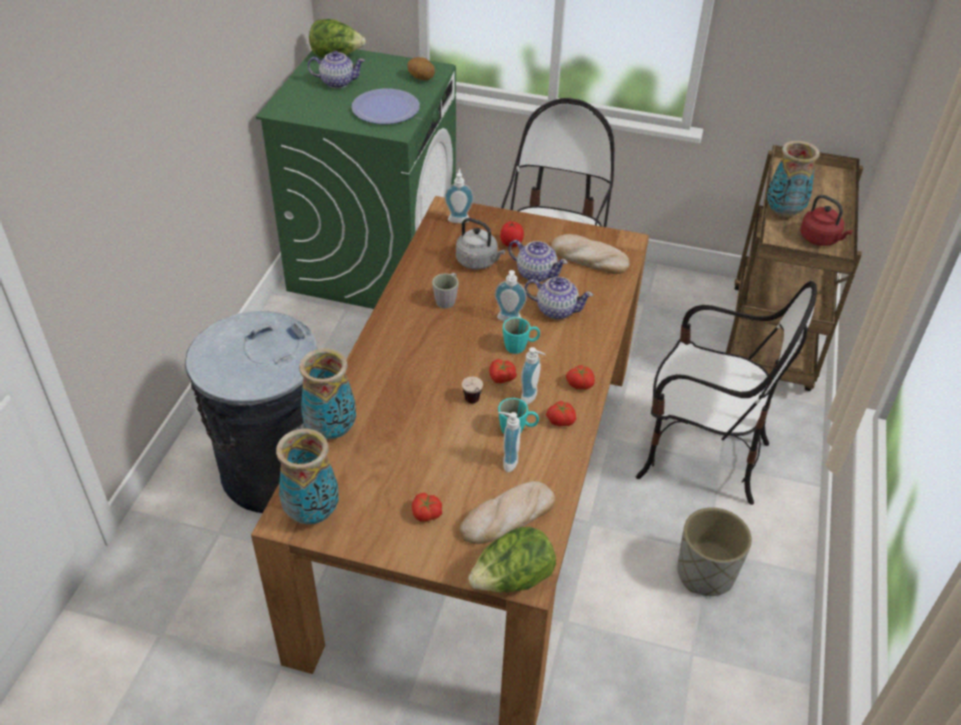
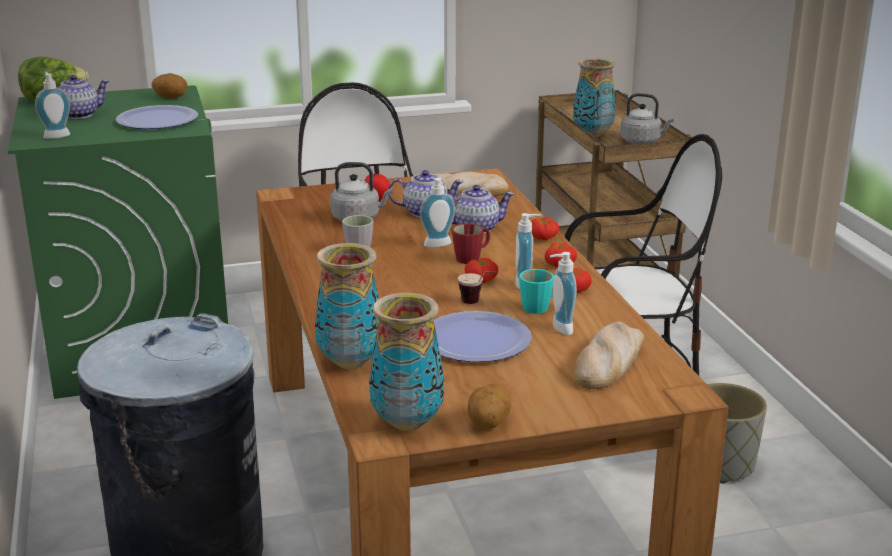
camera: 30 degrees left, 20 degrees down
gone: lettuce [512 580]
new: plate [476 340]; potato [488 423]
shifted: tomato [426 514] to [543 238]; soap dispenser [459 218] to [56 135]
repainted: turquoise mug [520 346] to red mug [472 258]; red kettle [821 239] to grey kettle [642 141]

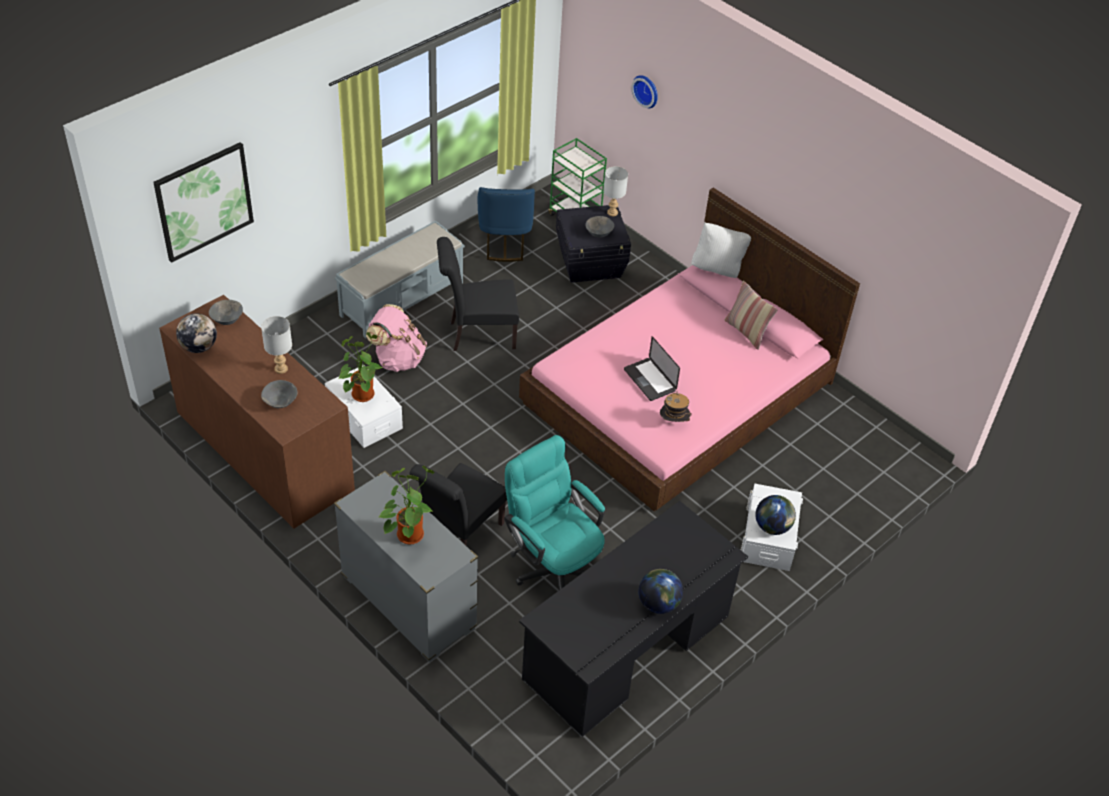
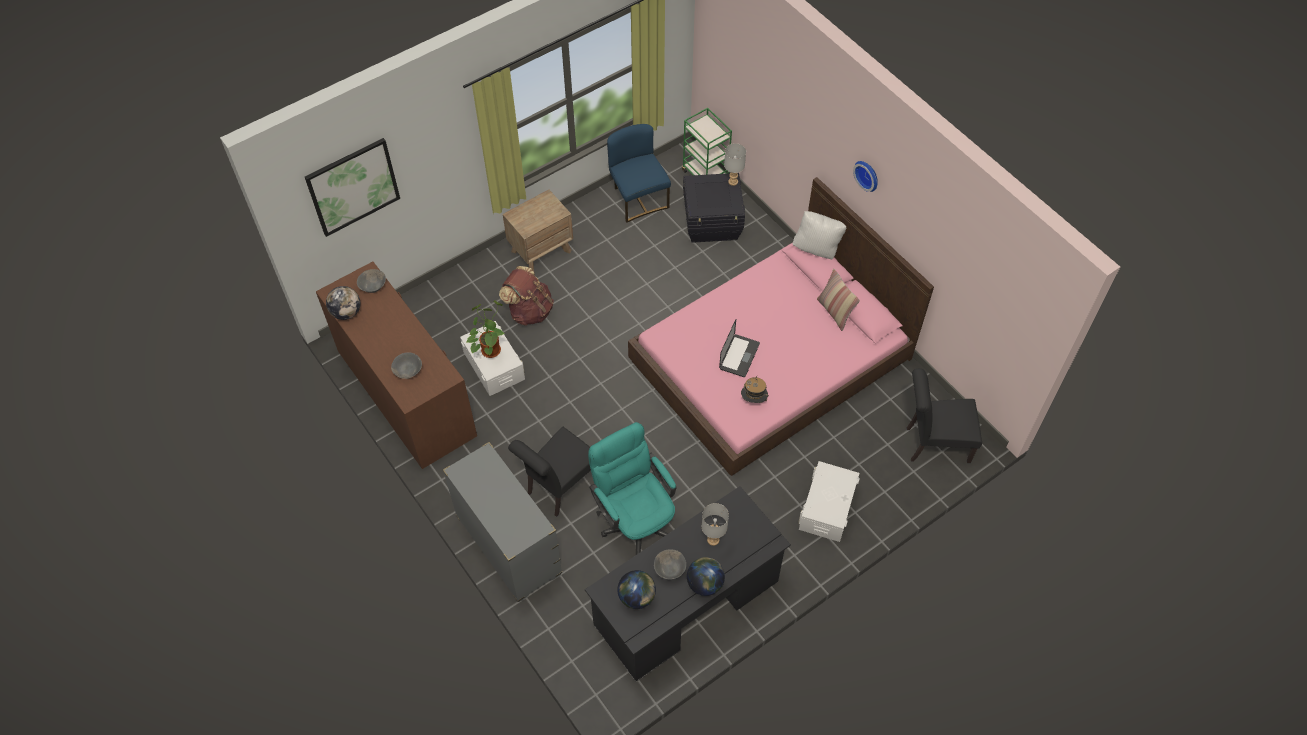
camera: 10 degrees right, 10 degrees up
gone: potted plant [409 532]
shifted: grey table lamp [280 369] to [712 540]; black chair [477 335] to [933 444]; grey bowl [599 233] to [670 569]; wall clock [647 90] to [868 175]; globe [772 527] to [637 597]
swapped: grey bench [402 298] to brown nightstand [541 250]
repainted: pink backpack [398 359] to brown backpack [529 311]
rotated: blue chair [504 243] = [638 198] 150 degrees clockwise; laptop [649 380] = [739 356] 135 degrees counterclockwise

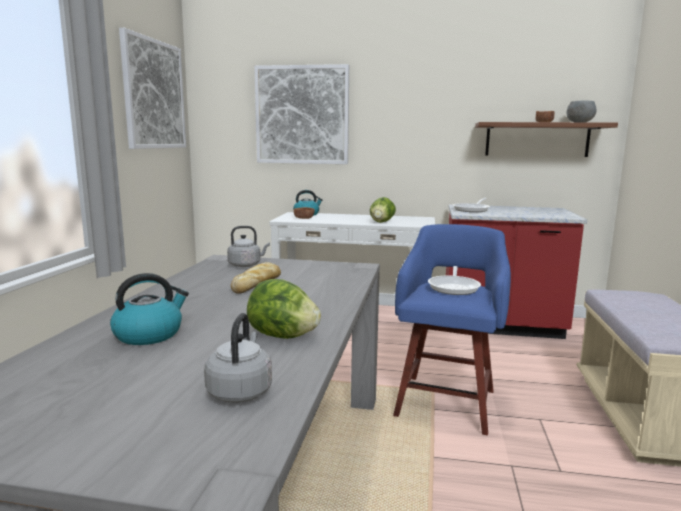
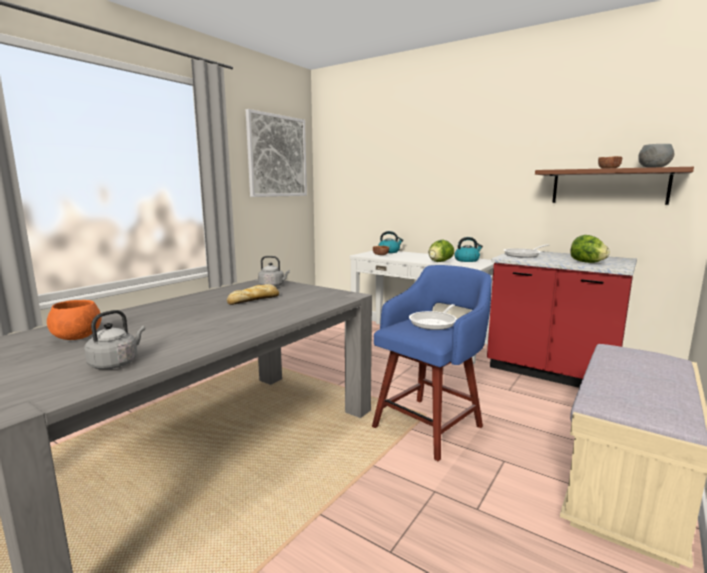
camera: 25 degrees right, 0 degrees up
gone: picture [302 115]
new: orange bowl [77 337]
shifted: kettle [149 334] to [467 260]; lettuce [282 336] to [587 262]

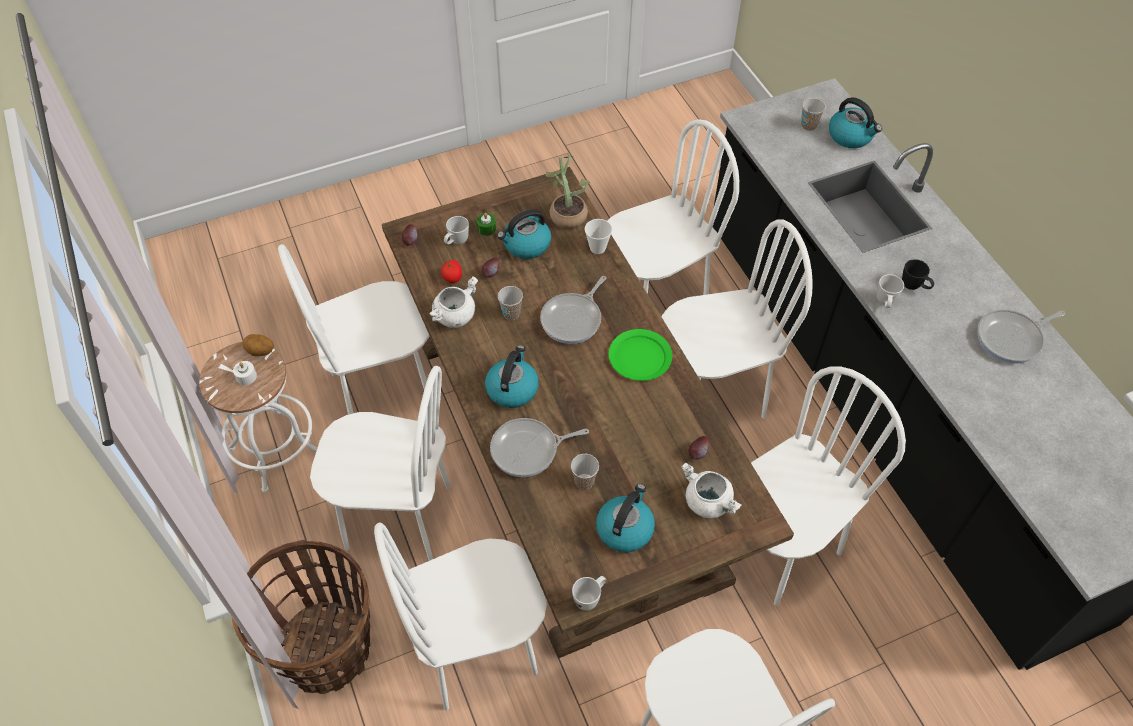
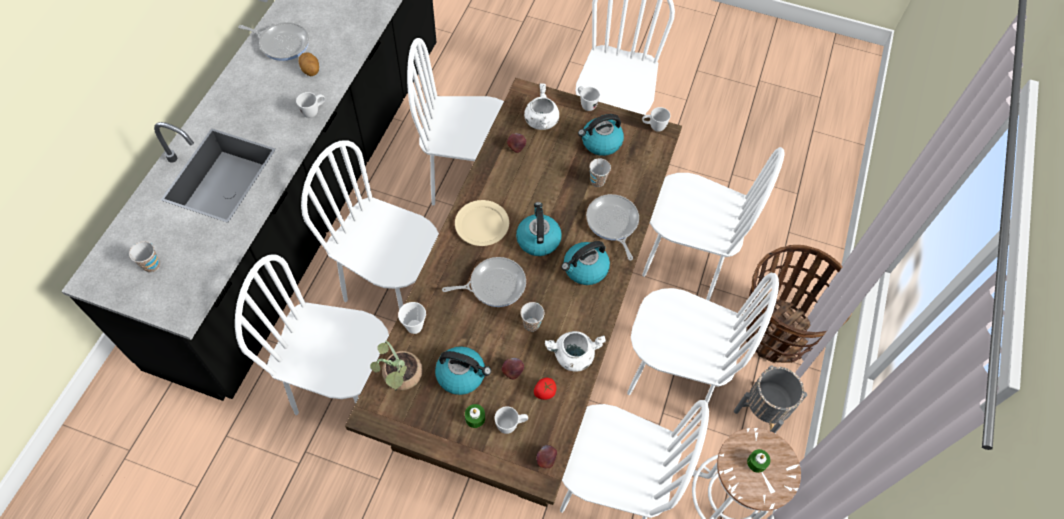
camera: 140 degrees left, 5 degrees up
gone: black mug [914 287]
new: white mug [586 104]; grey planter [763 411]
shifted: potato [260 352] to [311 70]; kettle [851 136] to [538 239]
repainted: white candle [246 376] to green candle [757 462]; green plate [639 356] to beige plate [482 225]
rotated: white chair [398 518] = [673 376] 150 degrees clockwise; frying pan [528 450] = [612 223] 135 degrees counterclockwise

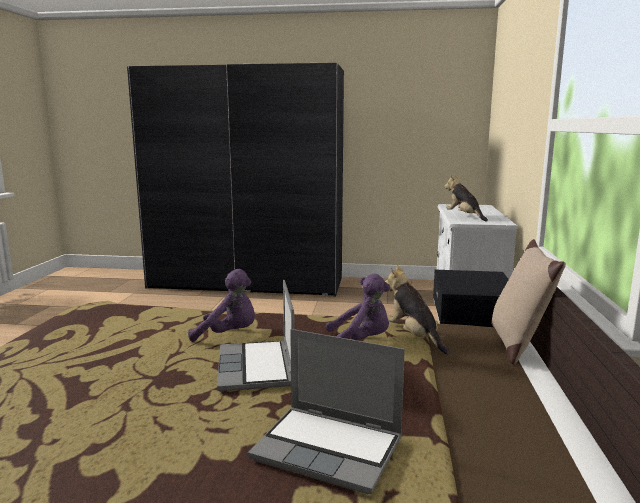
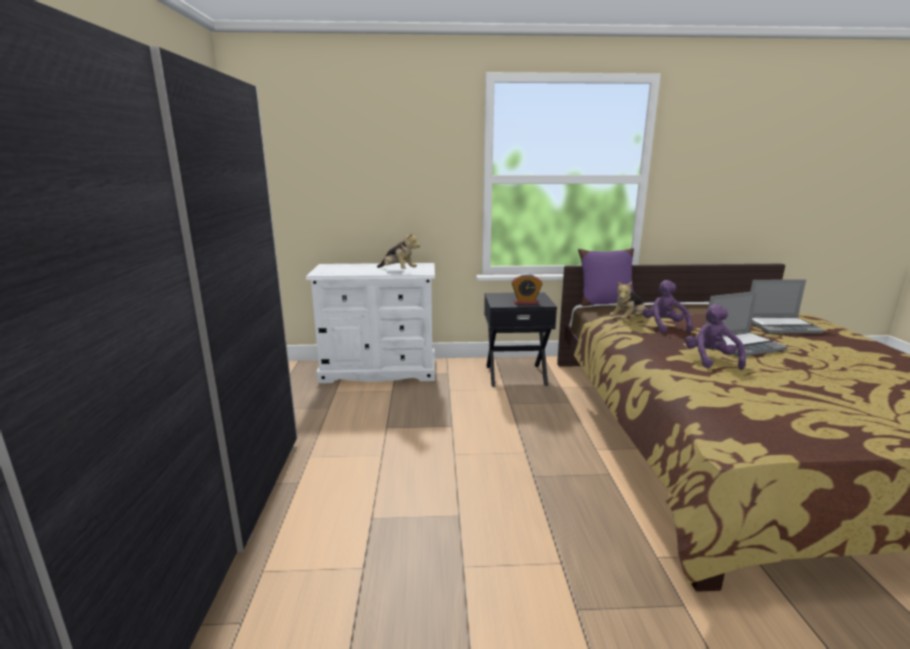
camera: 100 degrees left, 5 degrees up
new: alarm clock [526 302]
repainted: beige pillow [517 343] to purple pillow [604 304]
rotated: laptop [330 449] = [782 326] 75 degrees clockwise; plush toy [464 217] = [398 271] 105 degrees counterclockwise

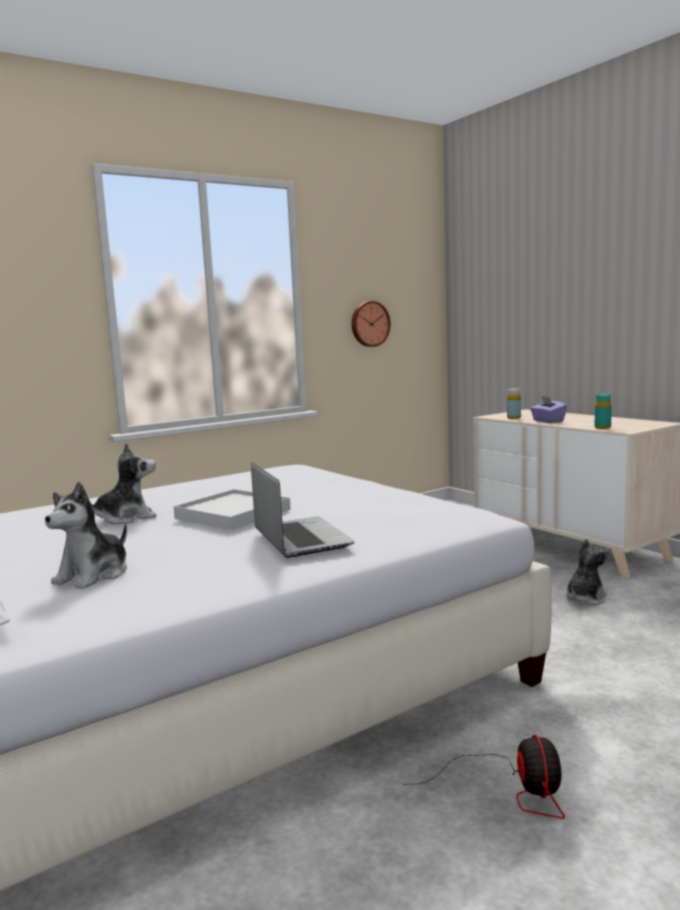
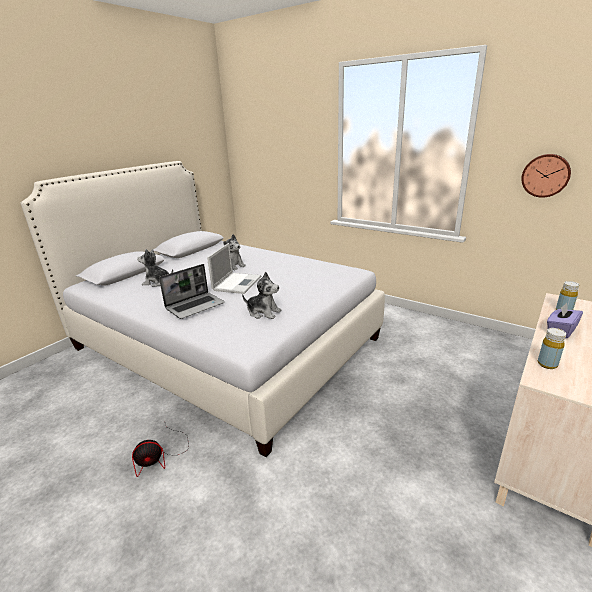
camera: 70 degrees right, 15 degrees up
shifted: plush toy [585 598] to [263 312]
swapped: white tray [232 514] to laptop [237 283]
repainted: turquoise bottle [602 428] to yellow bottle [547 364]

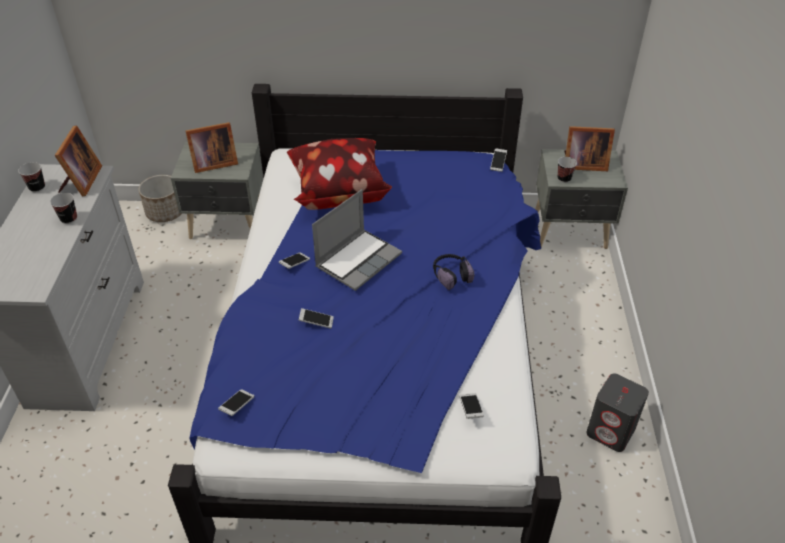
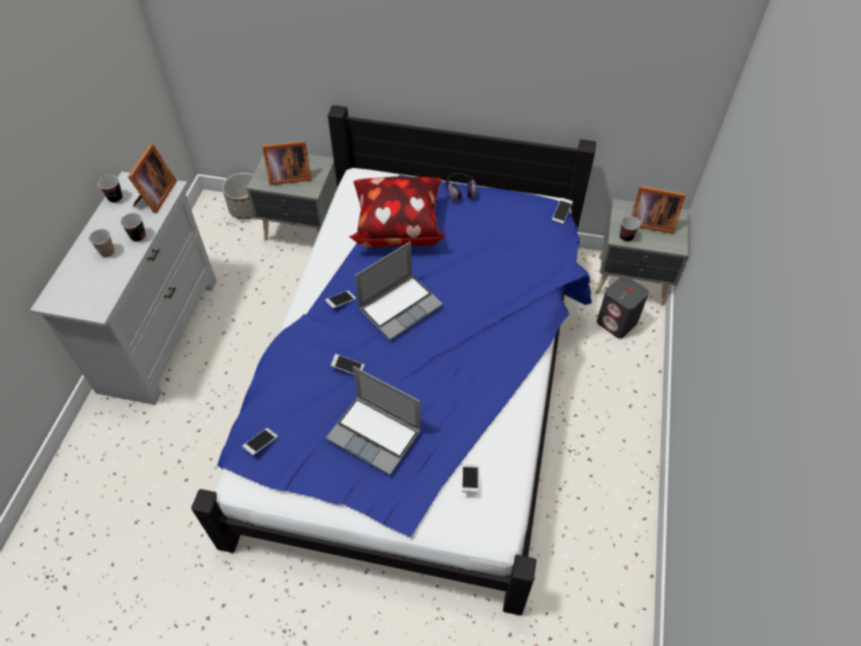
camera: 10 degrees right, 10 degrees up
new: cup [107 252]; laptop [376 435]
shifted: headphones [451 275] to [460 191]; grey speaker [611 431] to [617 322]

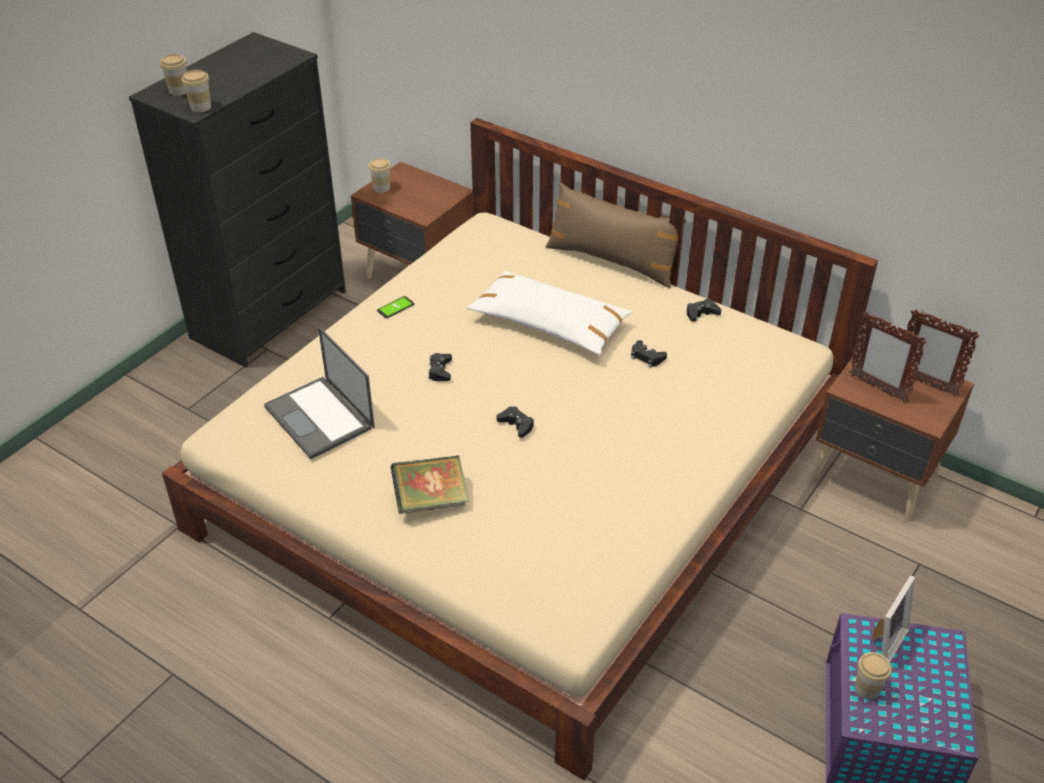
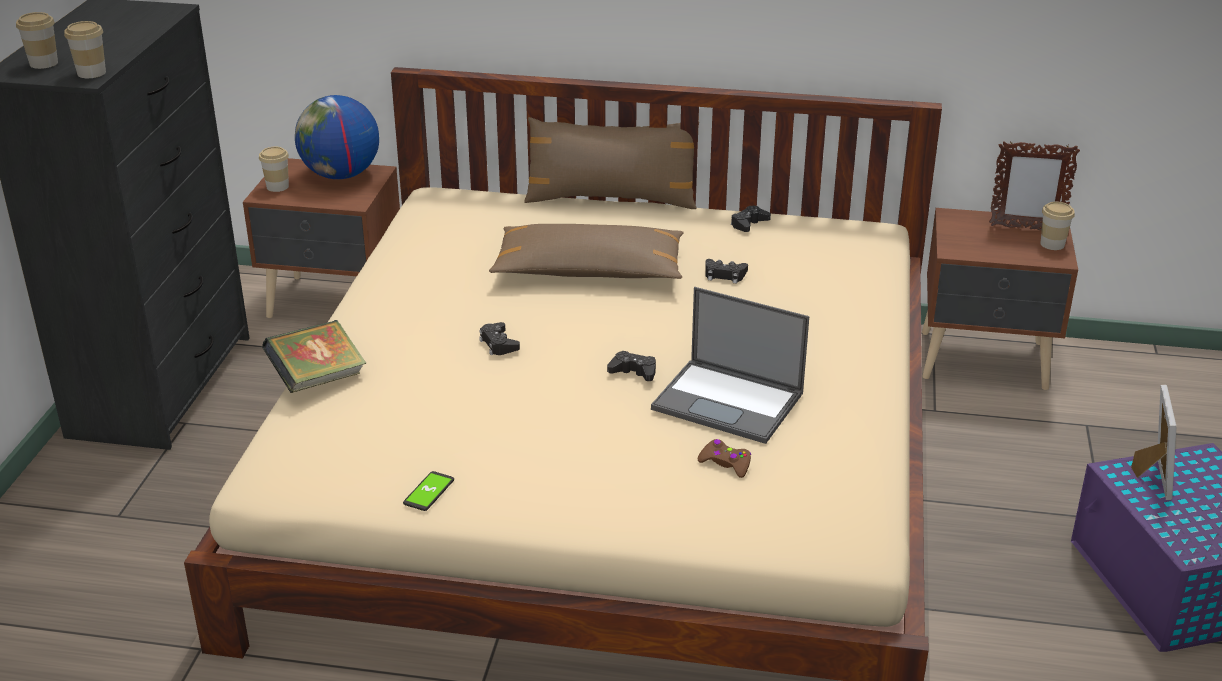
camera: 25 degrees left, 10 degrees down
gone: picture frame [877 388]
new: globe [341 175]; brown game controller [725 463]
shifted: laptop [320 418] to [729 401]; phone [395 308] to [429 492]; book [431 500] to [317 379]; cup [867 689] to [1052 244]
repainted: white pillow [549 323] to brown pillow [589 270]

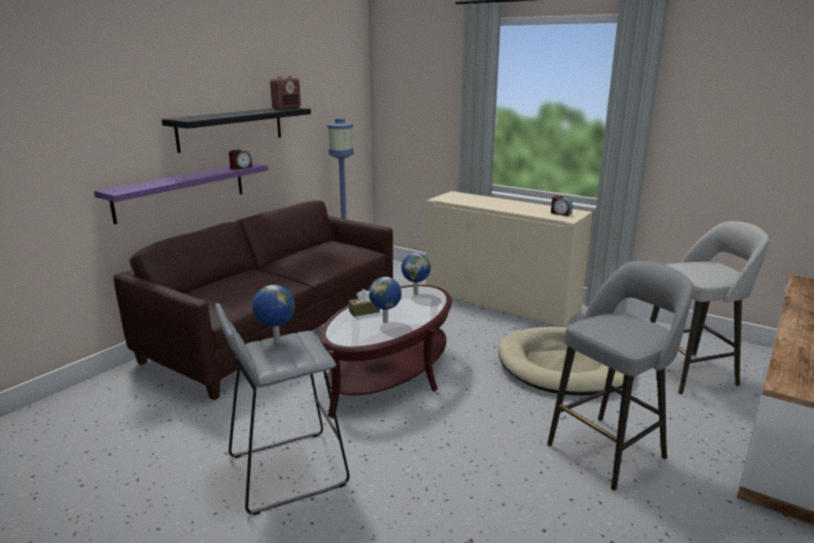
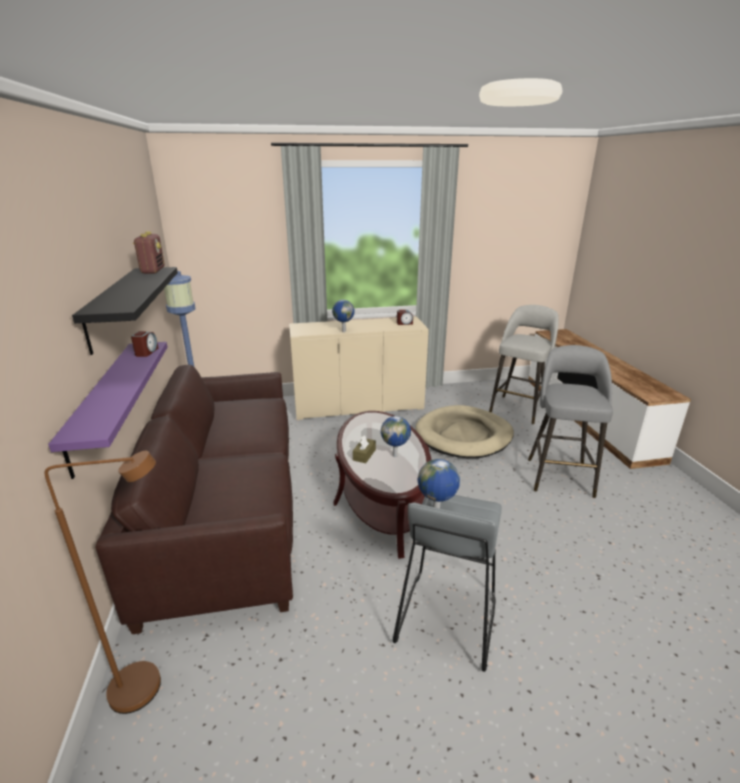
camera: 45 degrees left, 5 degrees up
new: brown floor lamp [150 686]
shifted: globe [416 293] to [343 331]

